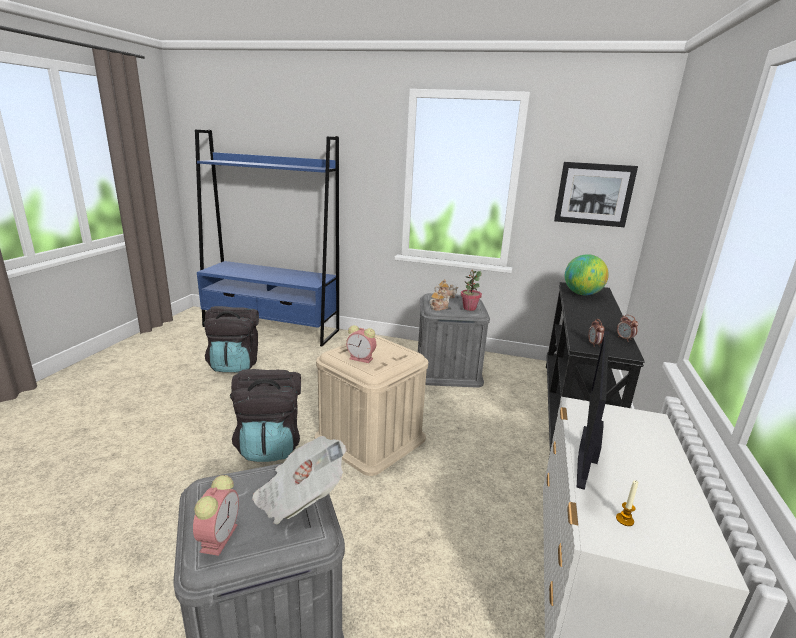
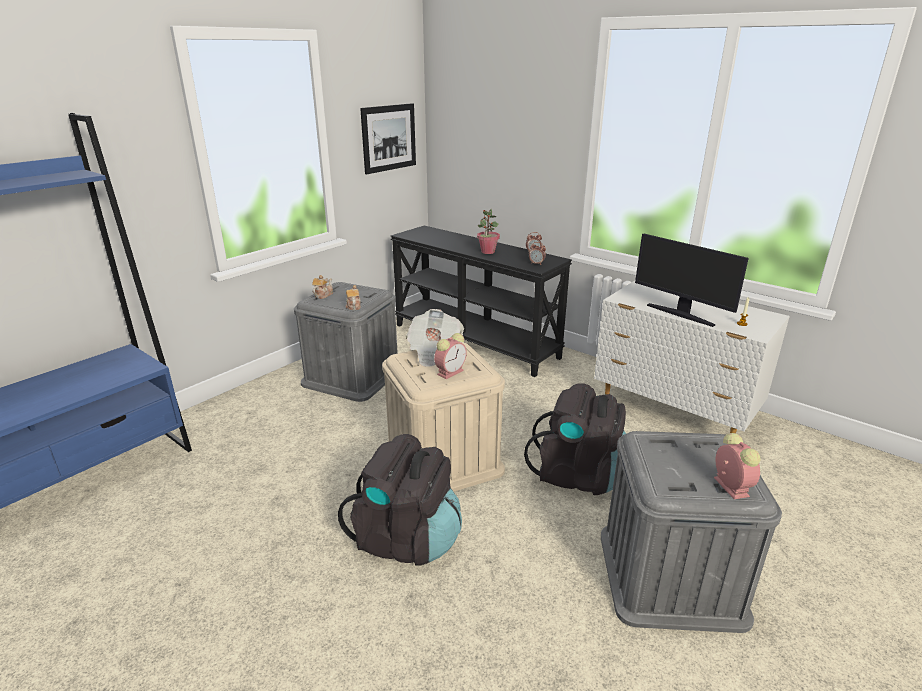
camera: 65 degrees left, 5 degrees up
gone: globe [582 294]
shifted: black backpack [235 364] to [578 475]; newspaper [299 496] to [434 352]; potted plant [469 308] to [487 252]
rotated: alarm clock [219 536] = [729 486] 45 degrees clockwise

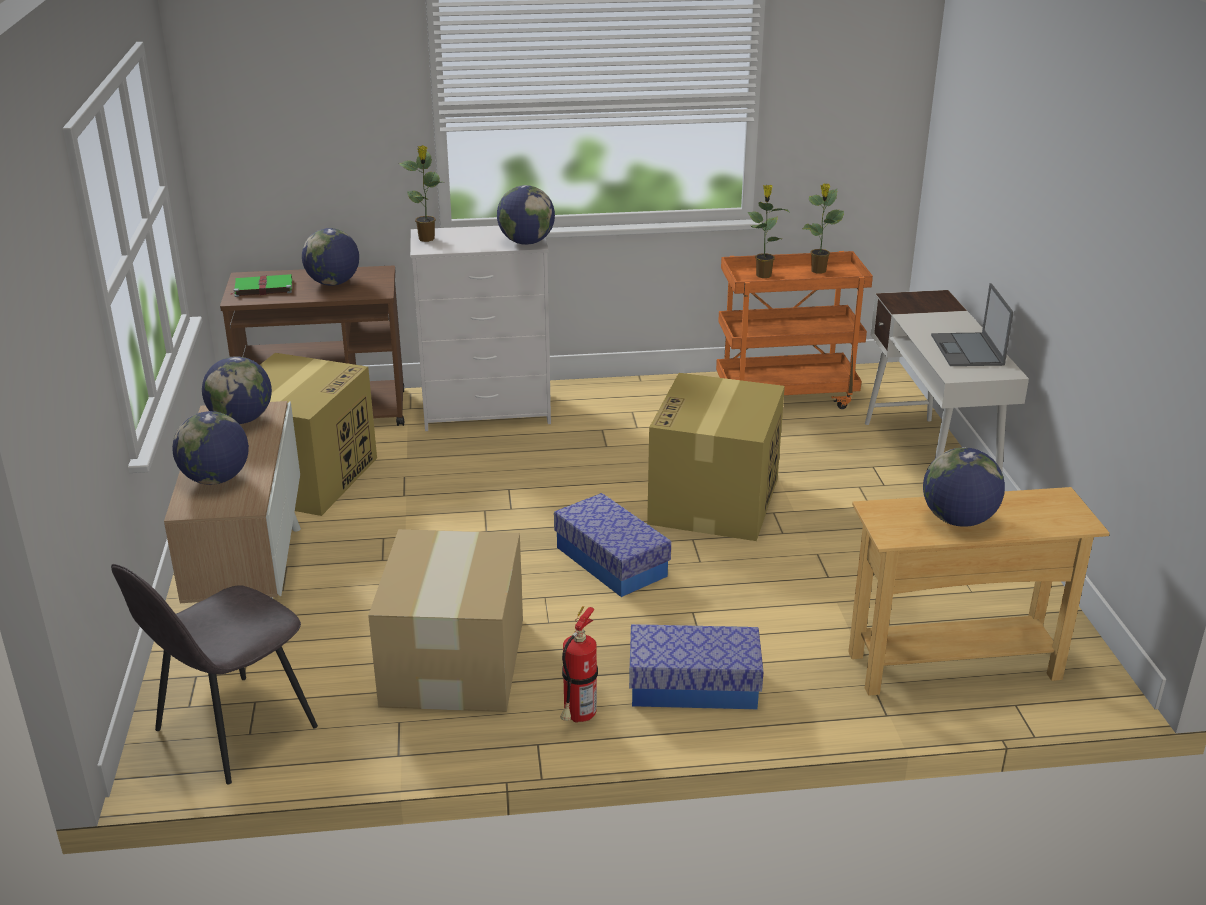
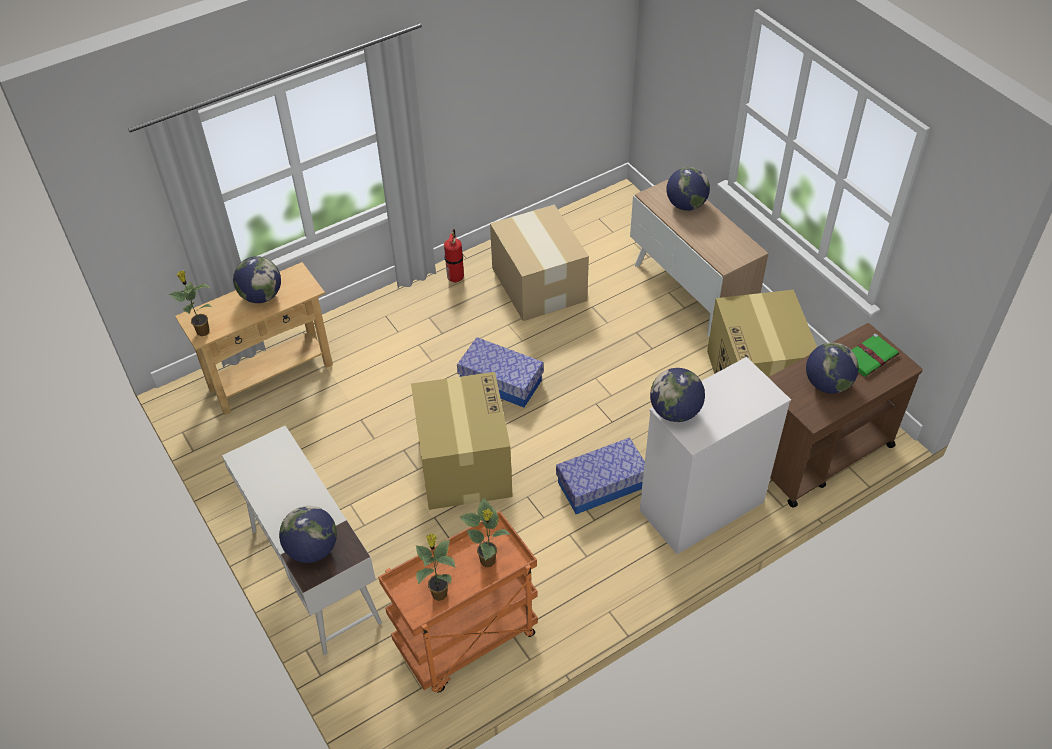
camera: 155 degrees right, 20 degrees up
gone: grey chair [232 731]; laptop [968 350]
shifted: globe [241 420] to [312 549]; potted plant [427 239] to [202 331]; storage box [693 686] to [602 485]

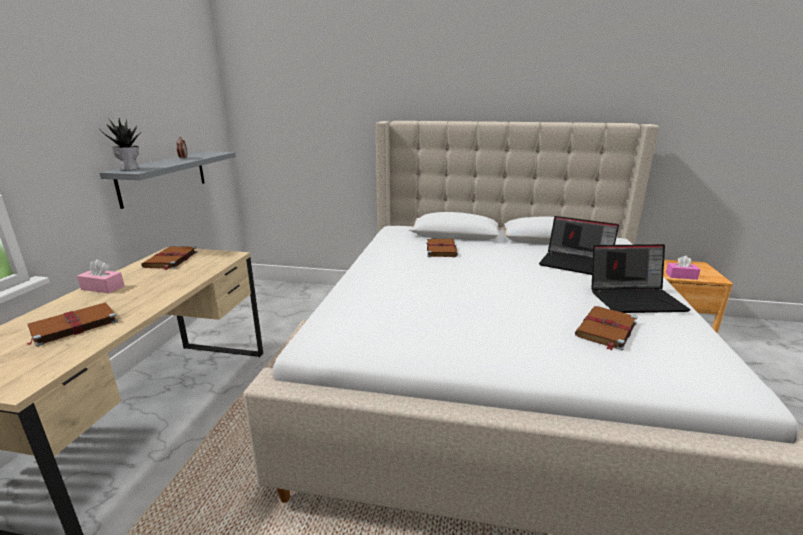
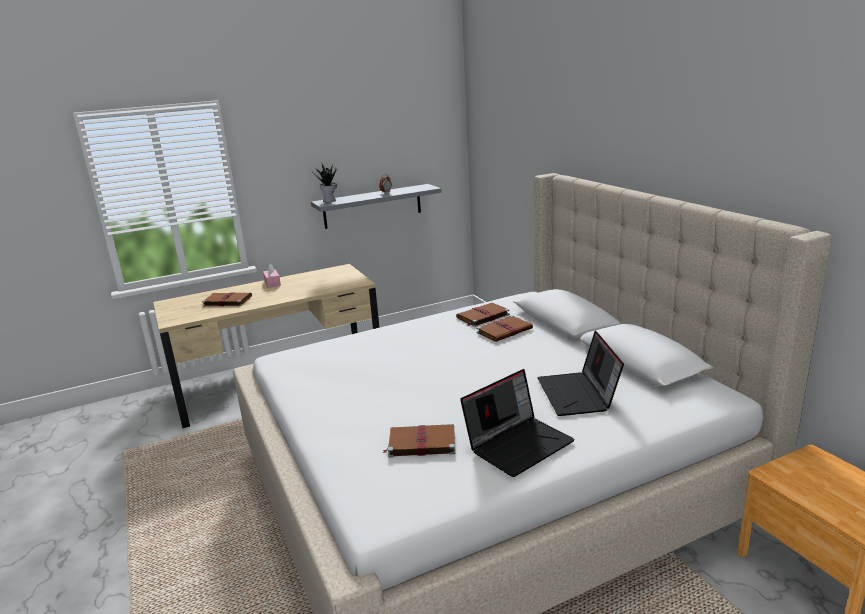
camera: 55 degrees right, 0 degrees up
gone: pink tissue box [681 276]
shifted: brown book [171 260] to [482 316]
rotated: laptop [635 299] = [518 444] 90 degrees counterclockwise

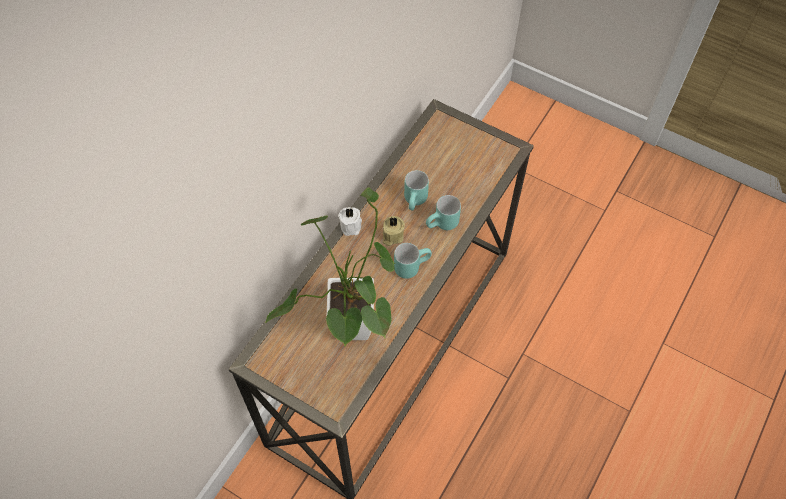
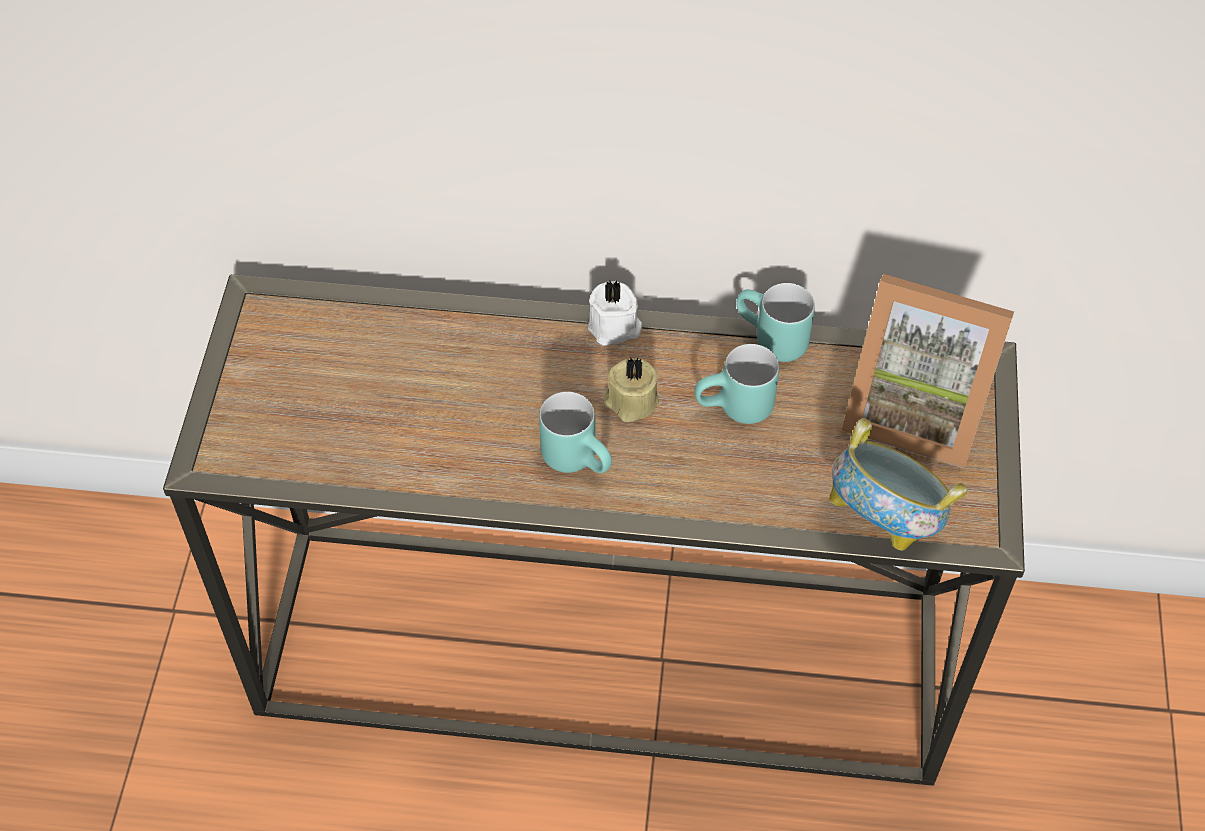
camera: 65 degrees right, 5 degrees down
gone: potted plant [352 336]
new: bowl [885 520]; picture frame [915 410]
shifted: turquoise mug [443 225] to [769 341]

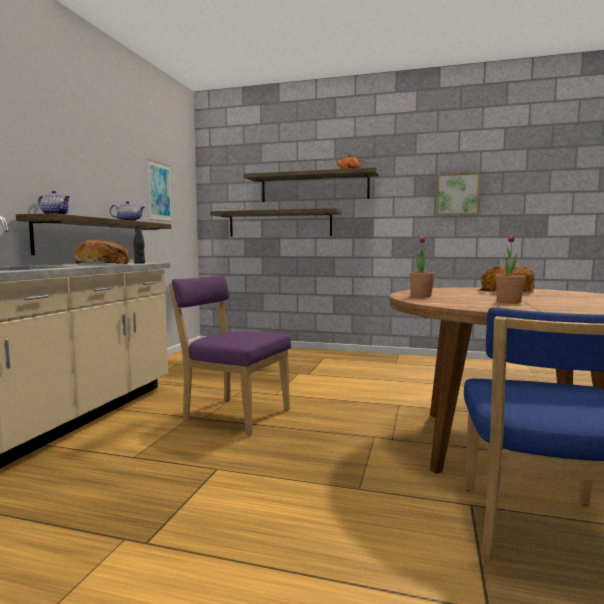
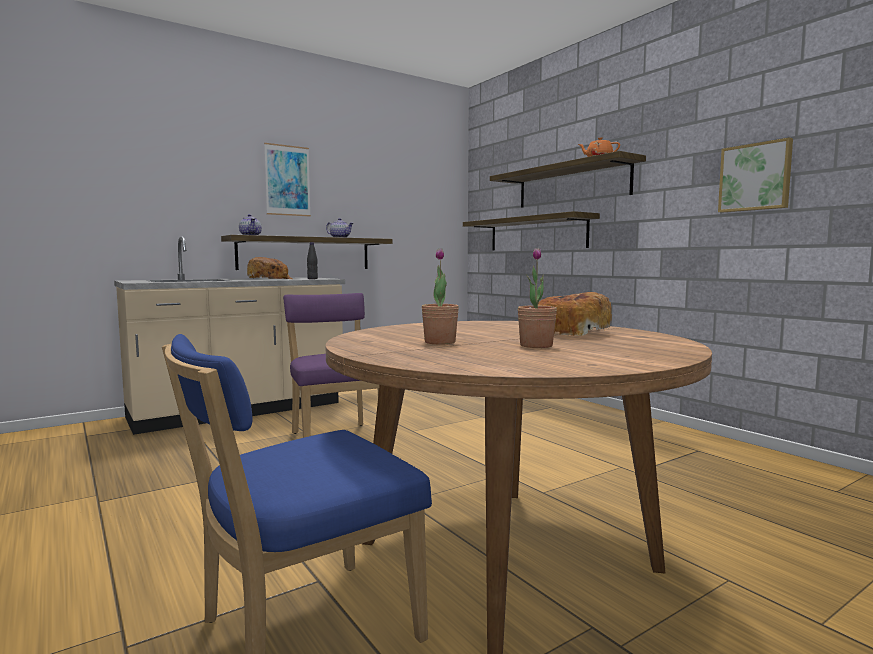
camera: 40 degrees right, 0 degrees up
shifted: picture [159 192] to [287 180]; potted plant [421 296] to [536 346]

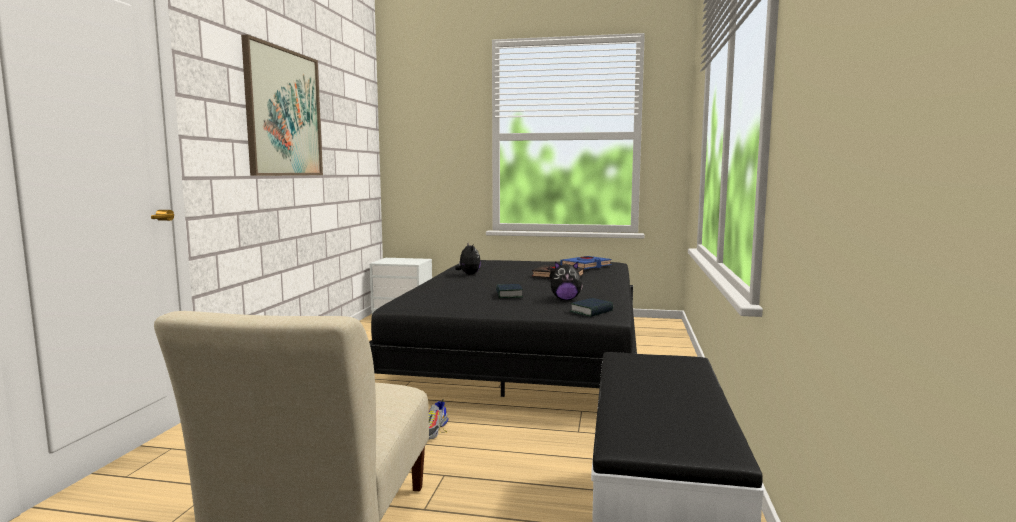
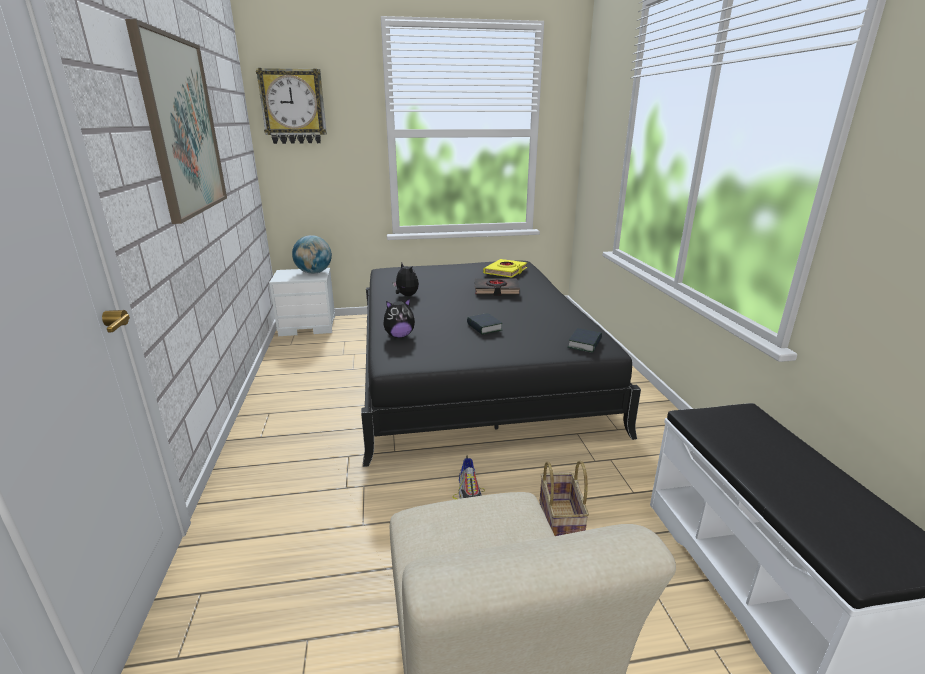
camera: 20 degrees left, 15 degrees up
new: wall clock [293 107]; globe [314 273]; basket [562 522]
shifted: plush toy [565 299] to [399 336]
repainted: blue book [586 266] to yellow book [505 271]

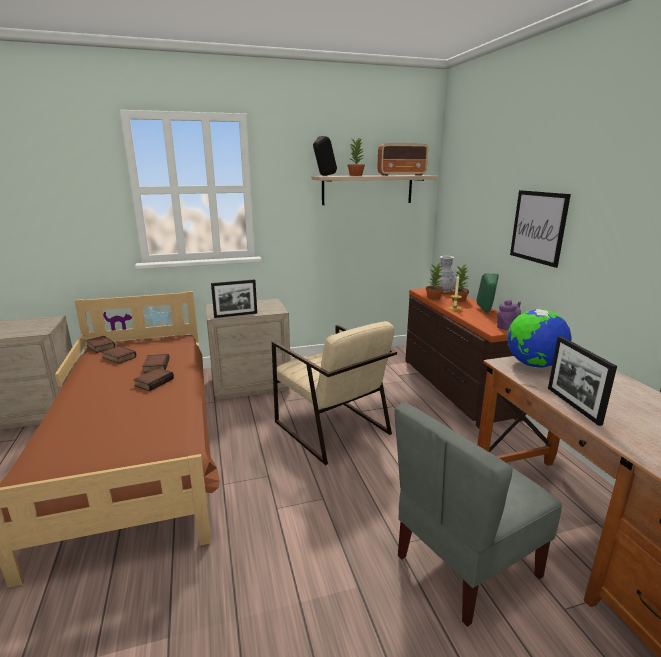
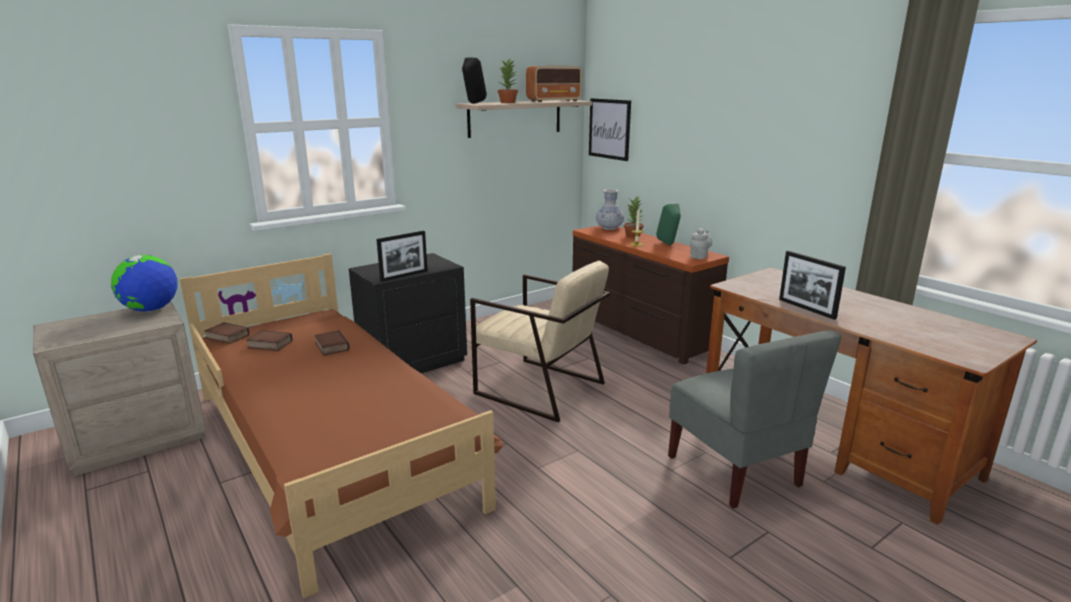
camera: 20 degrees left, 0 degrees up
gone: book [154 382]; potted plant [434 298]
shifted: globe [533 365] to [151 310]; picture [538 227] to [609 129]
repainted: beige nightstand [250 384] to black nightstand [412 361]; purple teapot [507 327] to grey teapot [699 256]
rotated: grey chair [465 565] = [735 471] 60 degrees counterclockwise

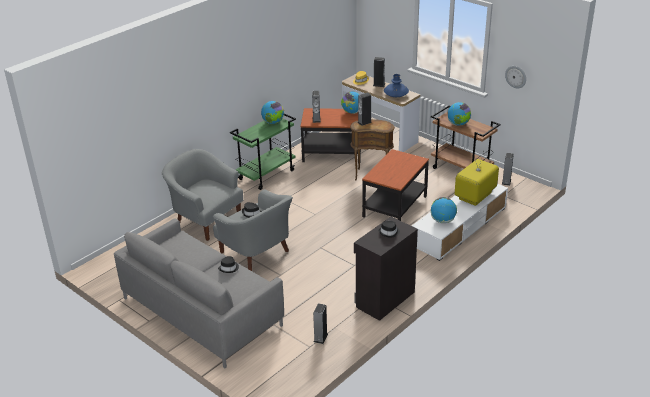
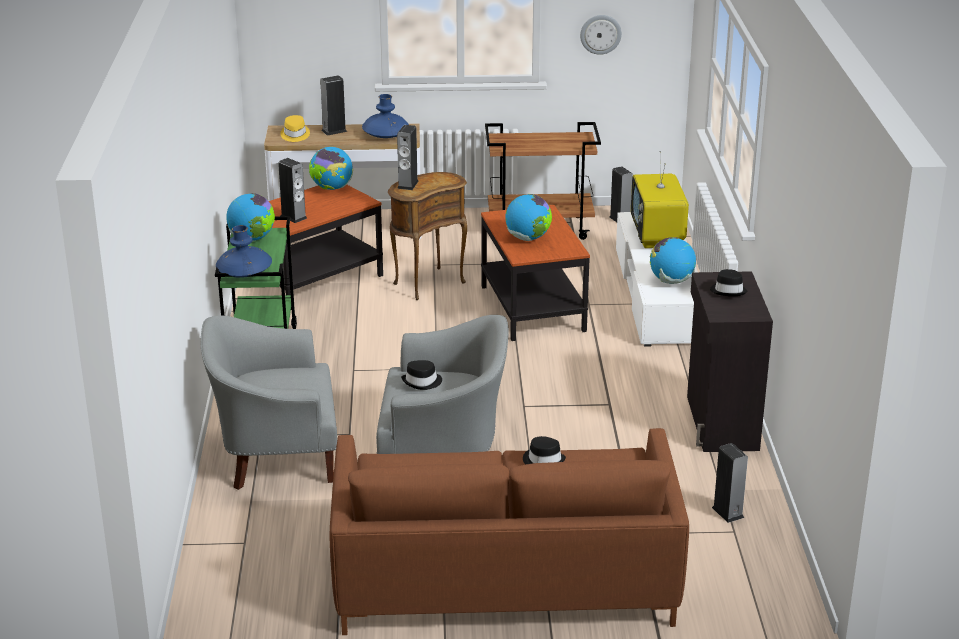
camera: 45 degrees left, 5 degrees down
new: blue vase [244 272]
shifted: globe [458 124] to [528 238]
repainted: grey sofa [201 311] to brown sofa [504 578]

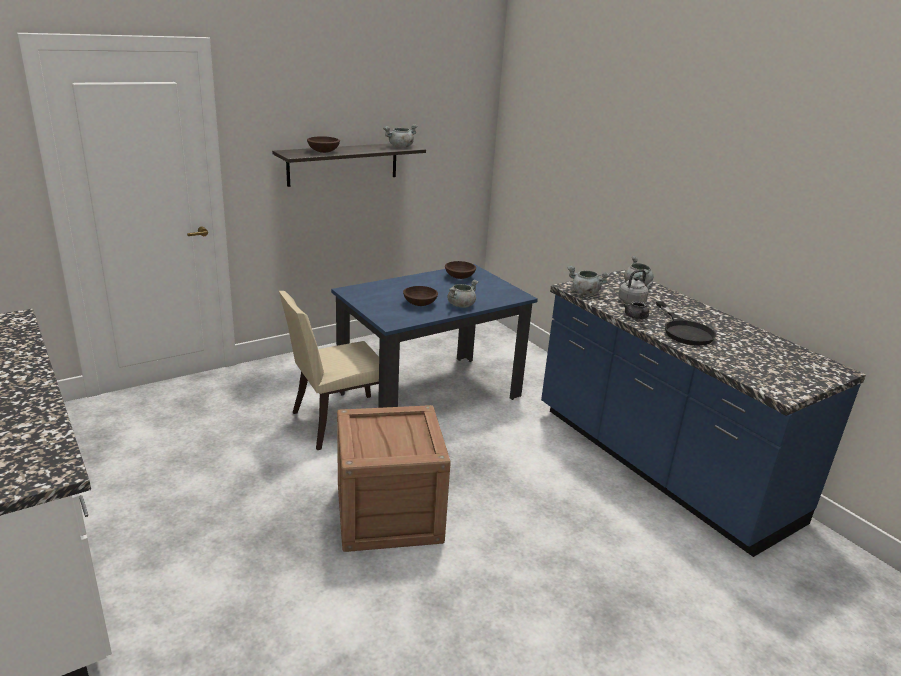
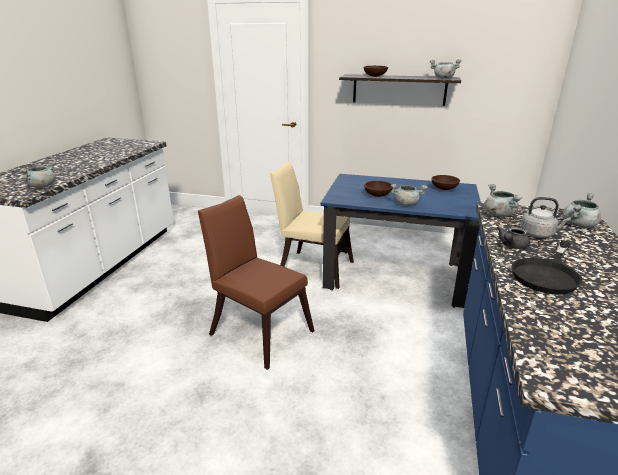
camera: 50 degrees right, 0 degrees up
new: grey cooking pot [42 186]
swapped: crate [388 514] to brown chair [258 329]

